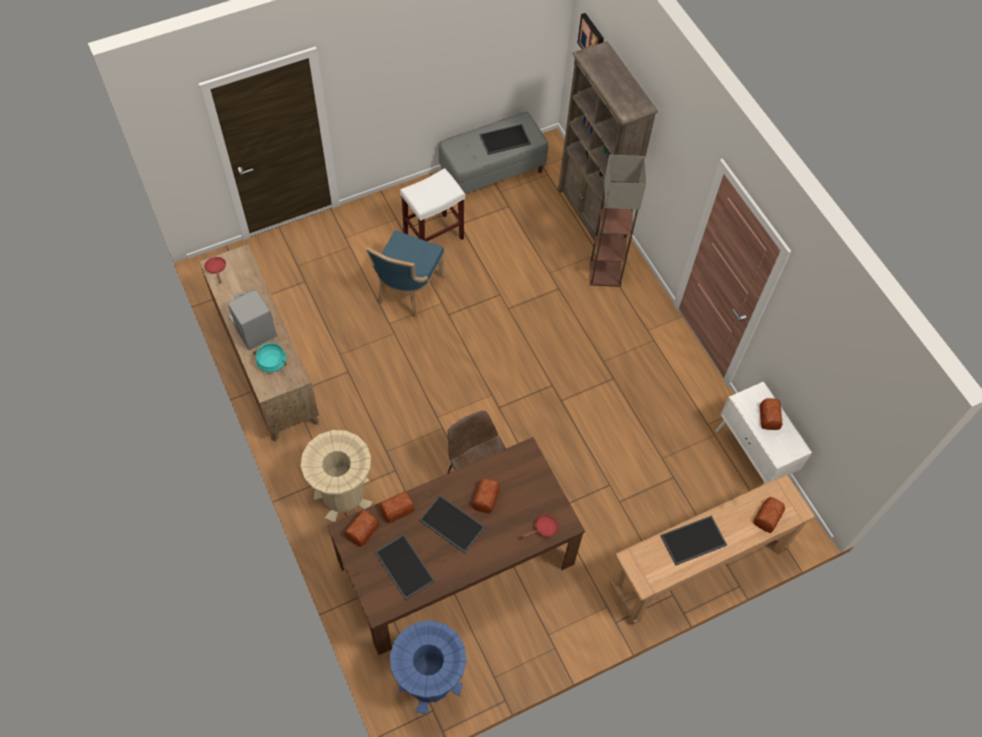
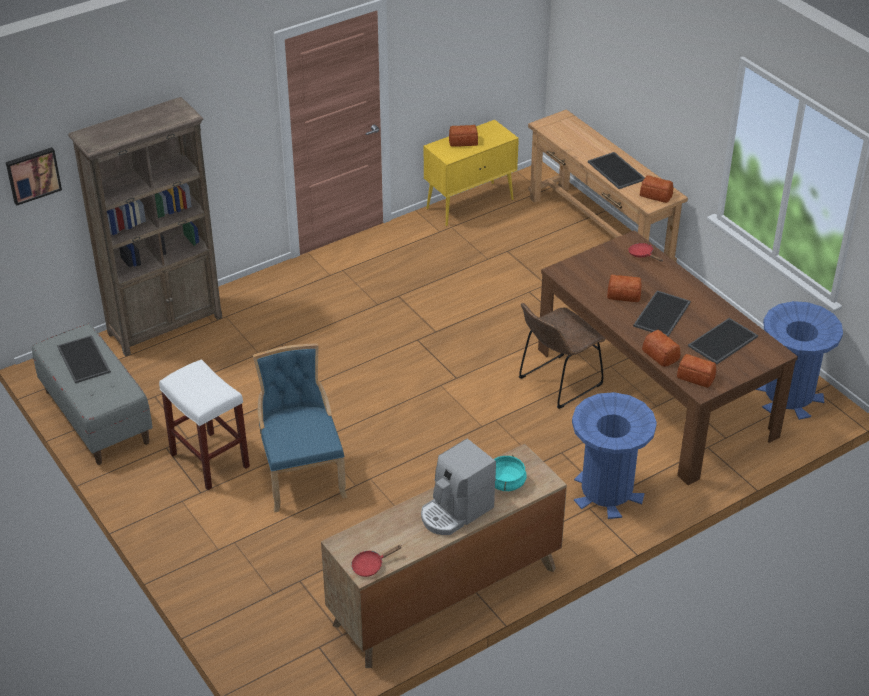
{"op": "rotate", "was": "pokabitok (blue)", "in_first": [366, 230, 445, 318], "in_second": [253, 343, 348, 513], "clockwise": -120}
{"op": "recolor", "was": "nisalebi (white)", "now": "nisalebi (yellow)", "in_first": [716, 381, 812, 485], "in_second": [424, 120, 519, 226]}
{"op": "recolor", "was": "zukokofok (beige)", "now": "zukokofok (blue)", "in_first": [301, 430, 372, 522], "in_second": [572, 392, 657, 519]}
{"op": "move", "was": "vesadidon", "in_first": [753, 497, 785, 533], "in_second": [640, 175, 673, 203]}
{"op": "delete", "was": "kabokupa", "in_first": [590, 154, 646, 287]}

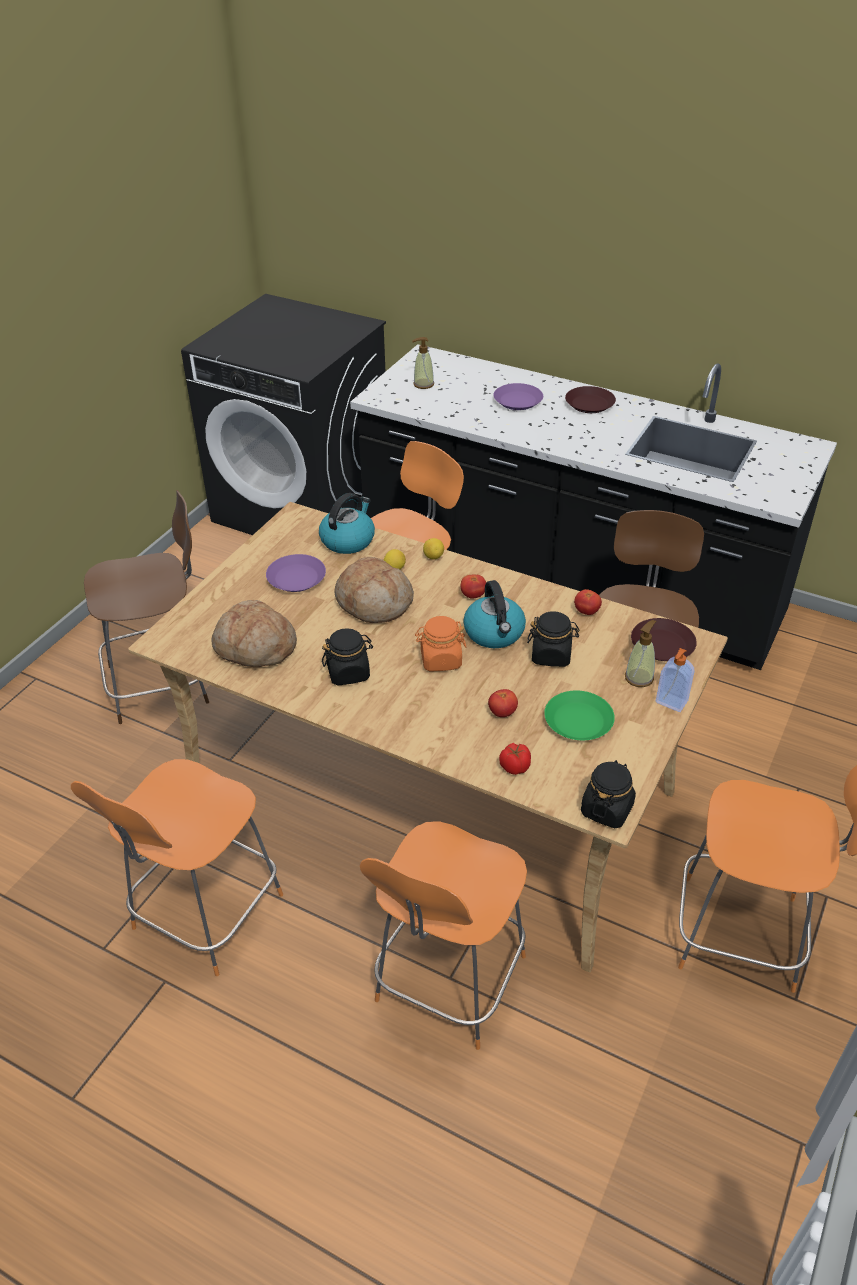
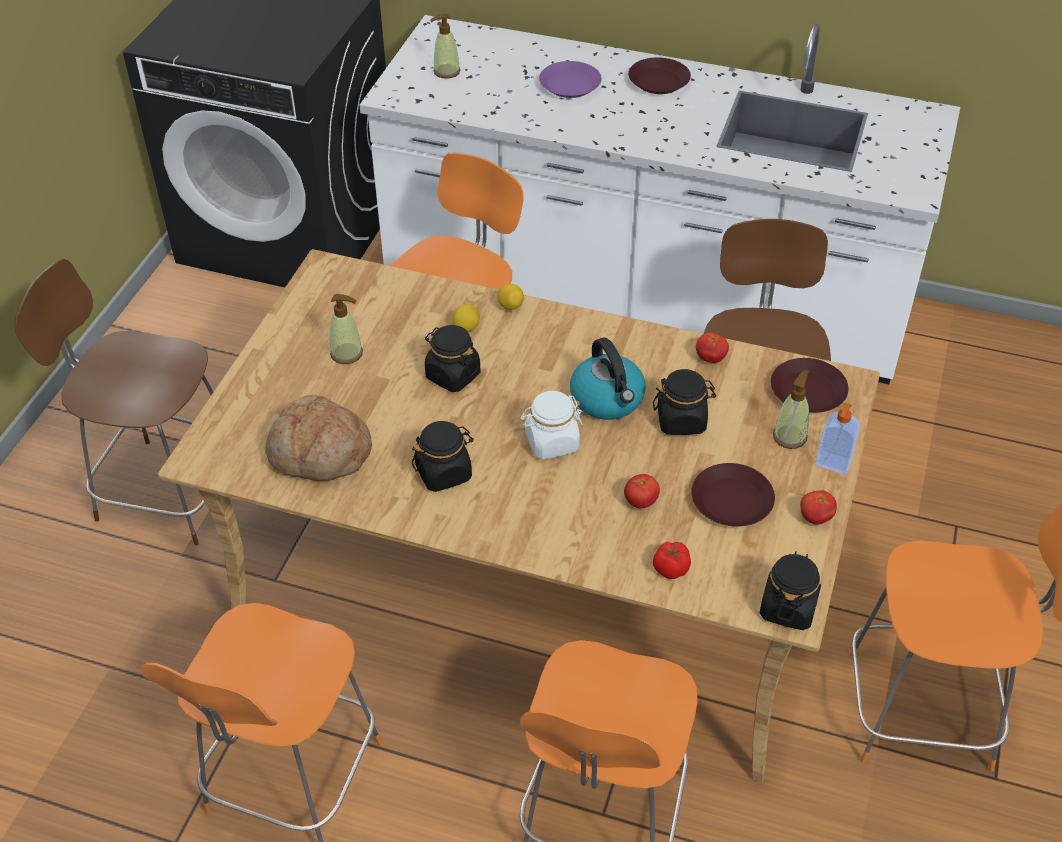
{"op": "rotate", "was": "pokabitok (brown)", "in_first": [84, 490, 209, 724], "in_second": [14, 259, 213, 545], "clockwise": -135}
{"op": "replace", "was": "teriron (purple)", "now": "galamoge", "in_first": [266, 554, 326, 592], "in_second": [330, 294, 363, 364]}
{"op": "recolor", "was": "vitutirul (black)", "now": "vitutirul (white)", "in_first": [350, 344, 837, 670], "in_second": [359, 15, 960, 384]}
{"op": "replace", "was": "vesadidon", "now": "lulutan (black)", "in_first": [334, 557, 414, 623], "in_second": [425, 325, 480, 392]}
{"op": "recolor", "was": "lulutan (orange)", "now": "lulutan (white)", "in_first": [415, 616, 466, 671], "in_second": [521, 391, 583, 460]}
{"op": "recolor", "was": "teriron (green)", "now": "teriron (brown)", "in_first": [544, 690, 615, 740], "in_second": [691, 463, 775, 527]}
{"op": "move", "was": "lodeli", "in_first": [461, 574, 486, 599], "in_second": [800, 491, 837, 525]}
{"op": "delete", "was": "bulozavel", "in_first": [319, 493, 375, 554]}

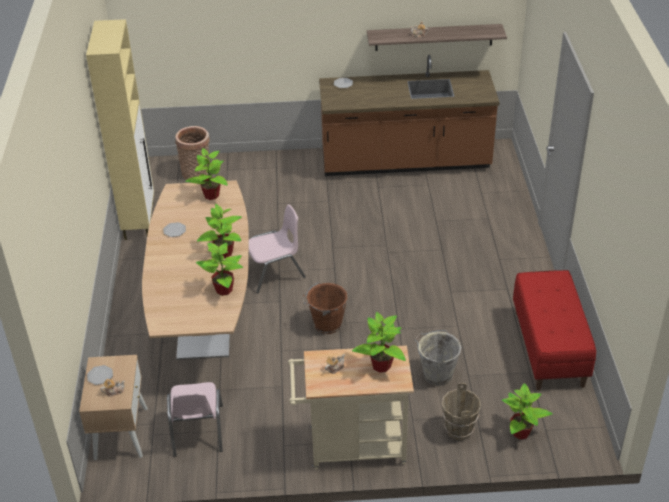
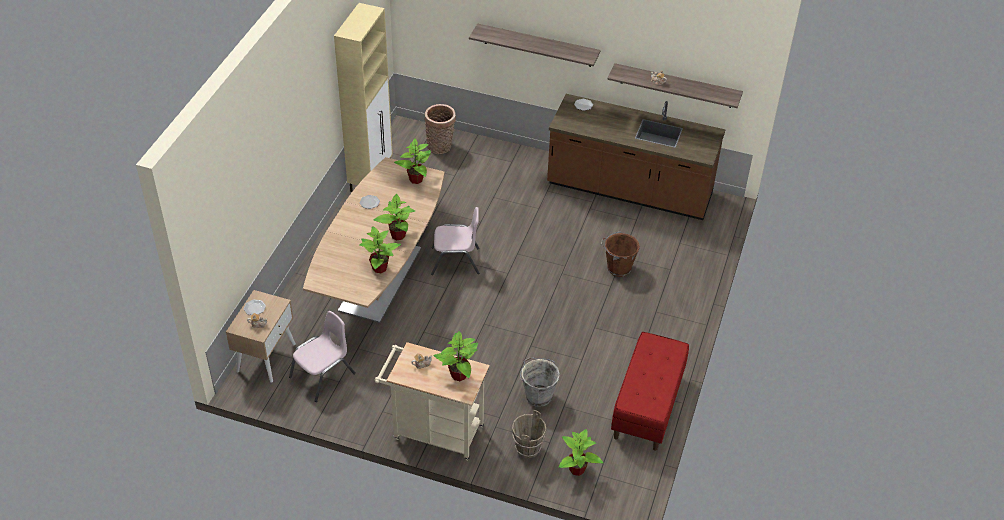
{"op": "rotate", "was": "pokabitok (pink)", "in_first": [167, 382, 223, 457], "in_second": [289, 311, 356, 402], "clockwise": -150}
{"op": "insert", "now": "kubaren", "in_second": [469, 24, 601, 67]}
{"op": "move", "was": "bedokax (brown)", "in_first": [302, 283, 347, 334], "in_second": [601, 232, 640, 277]}

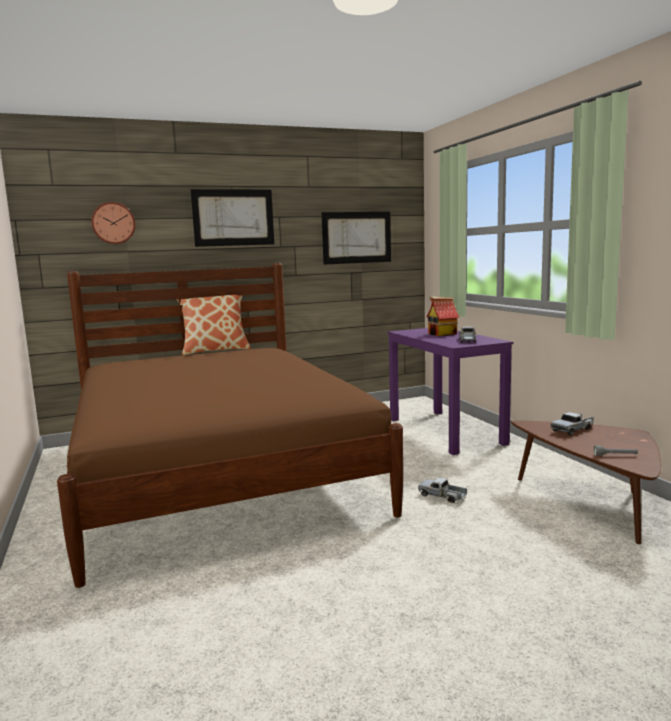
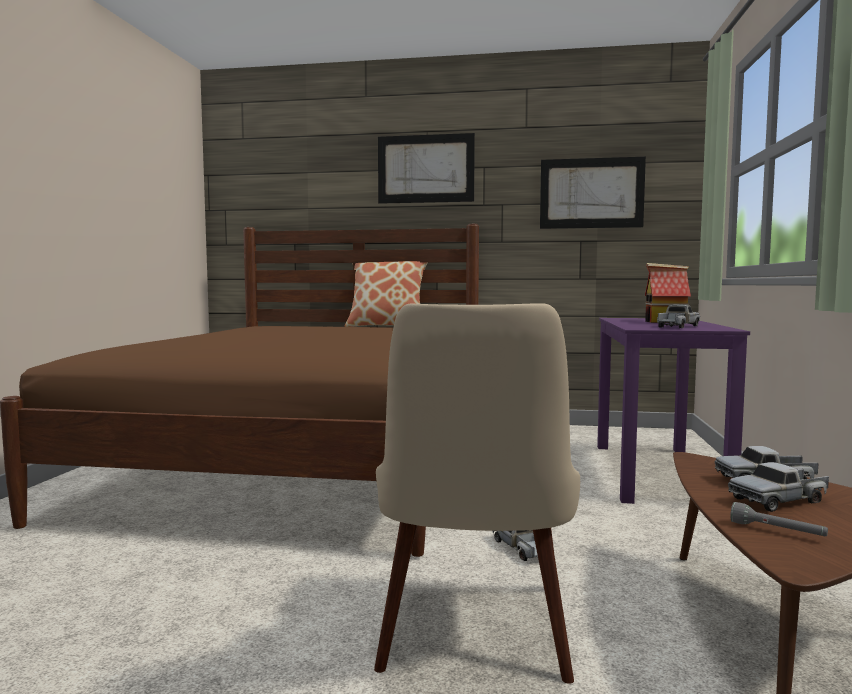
{"op": "insert", "now": "pokabitok (beige)", "in_second": [374, 303, 580, 684]}
{"op": "insert", "now": "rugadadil", "in_second": [728, 462, 829, 512]}
{"op": "delete", "was": "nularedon", "in_first": [91, 202, 135, 244]}

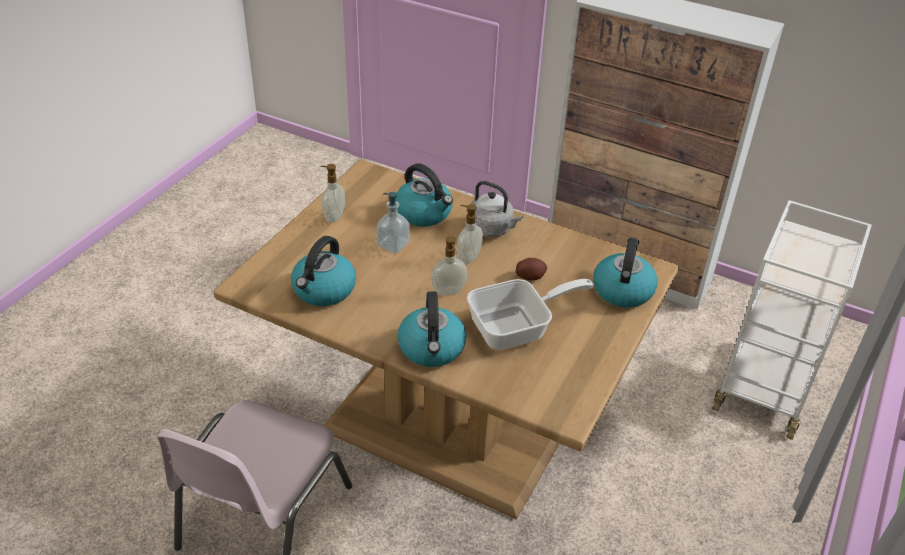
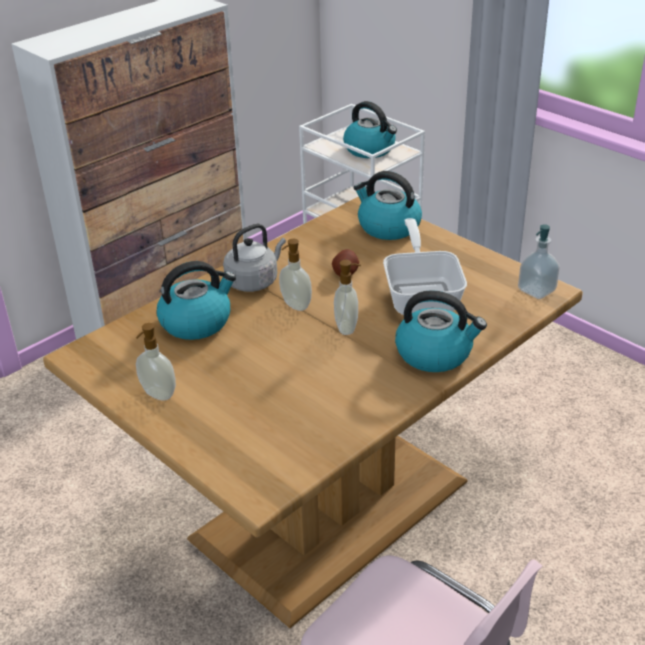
{"op": "move", "was": "bulozavel", "in_first": [291, 236, 356, 306], "in_second": [343, 101, 397, 158]}
{"op": "move", "was": "galamoge", "in_first": [376, 192, 409, 254], "in_second": [518, 224, 560, 299]}

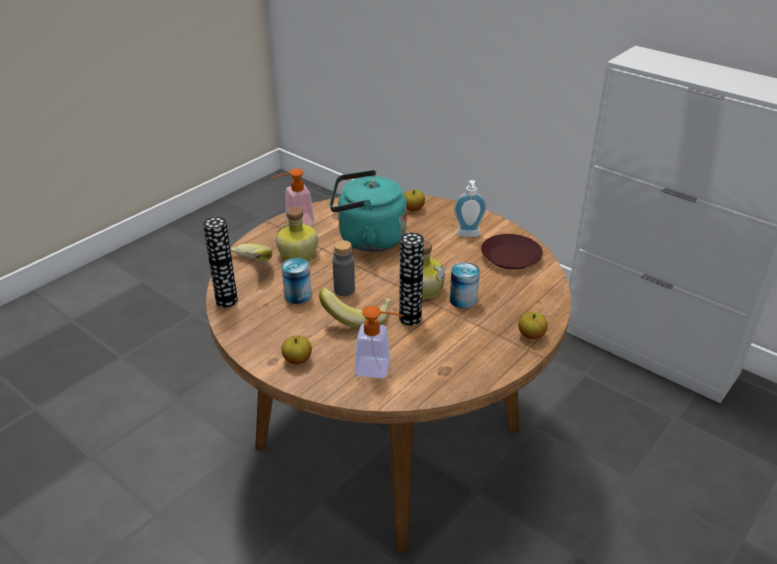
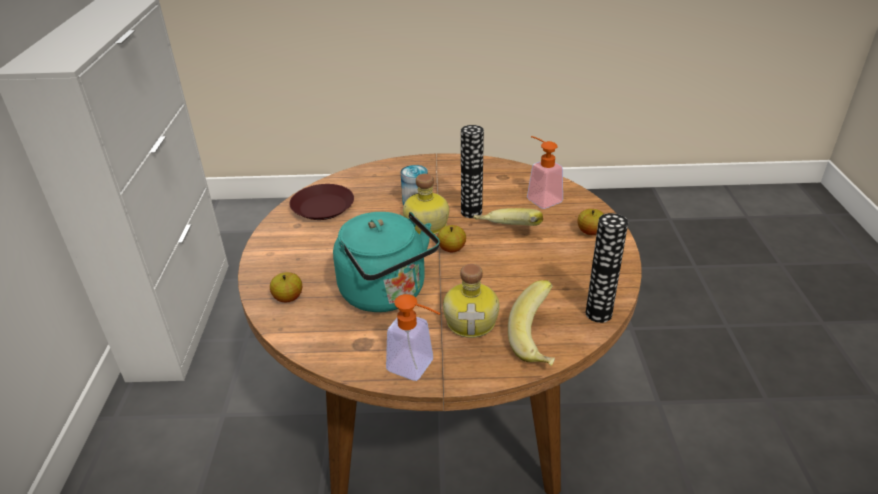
{"op": "move", "was": "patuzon", "in_first": [518, 312, 548, 339], "in_second": [437, 225, 466, 252]}
{"op": "delete", "was": "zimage", "in_first": [281, 258, 312, 304]}
{"op": "delete", "was": "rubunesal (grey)", "in_first": [333, 240, 355, 296]}
{"op": "delete", "was": "galamoge", "in_first": [454, 180, 487, 237]}

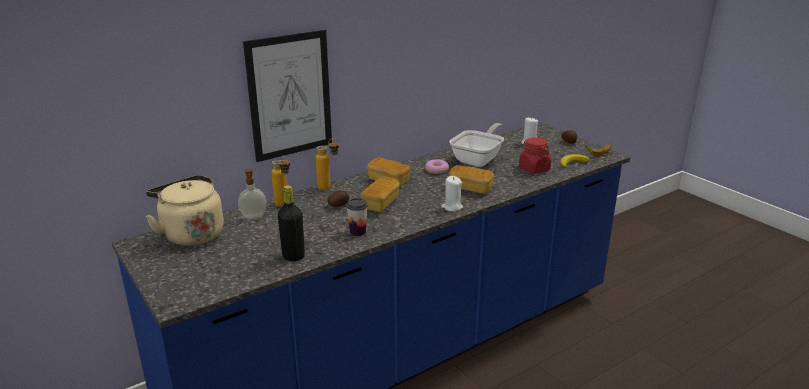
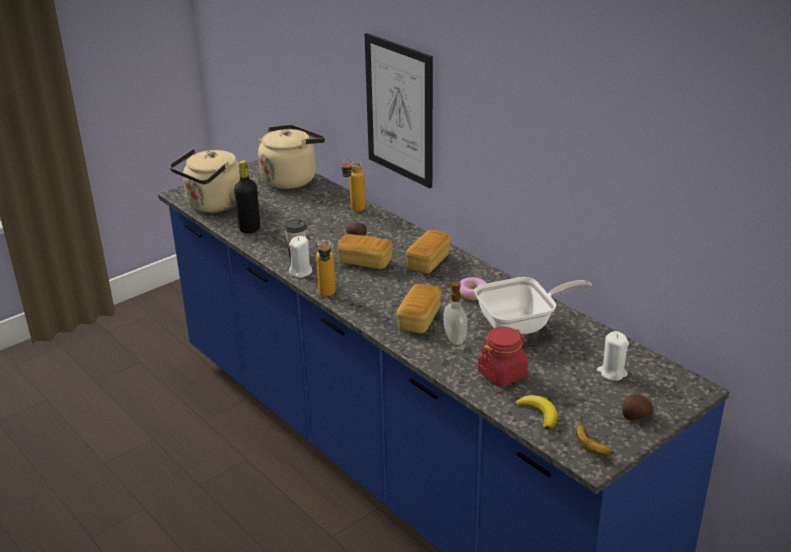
{"op": "insert", "now": "bulozavel (beige)", "in_second": [170, 149, 240, 213]}
{"op": "move", "was": "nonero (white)", "in_first": [441, 176, 463, 212], "in_second": [289, 236, 312, 278]}
{"op": "move", "was": "rubunesal", "in_first": [316, 138, 340, 190], "in_second": [316, 239, 336, 296]}
{"op": "move", "was": "galamoge", "in_first": [238, 169, 267, 219], "in_second": [443, 281, 467, 345]}
{"op": "rotate", "was": "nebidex", "in_first": [449, 123, 504, 167], "in_second": [474, 277, 592, 335], "clockwise": -45}

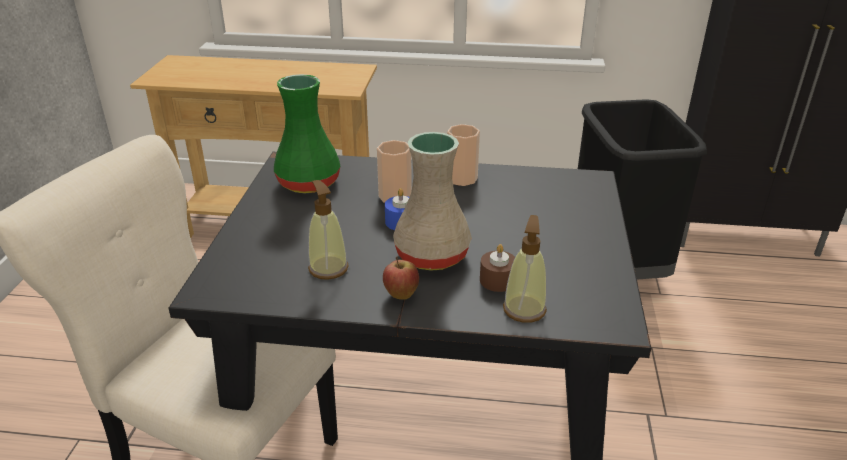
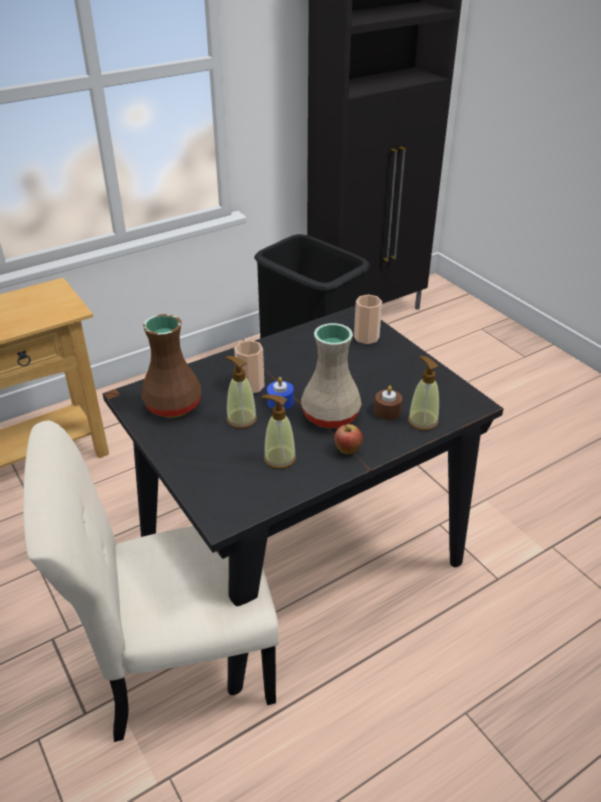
{"op": "recolor", "was": "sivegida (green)", "now": "sivegida (brown)", "in_first": [274, 74, 340, 193], "in_second": [141, 314, 201, 418]}
{"op": "insert", "now": "galamoge", "in_second": [225, 356, 257, 429]}
{"op": "move", "was": "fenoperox", "in_first": [447, 124, 480, 186], "in_second": [354, 294, 382, 344]}

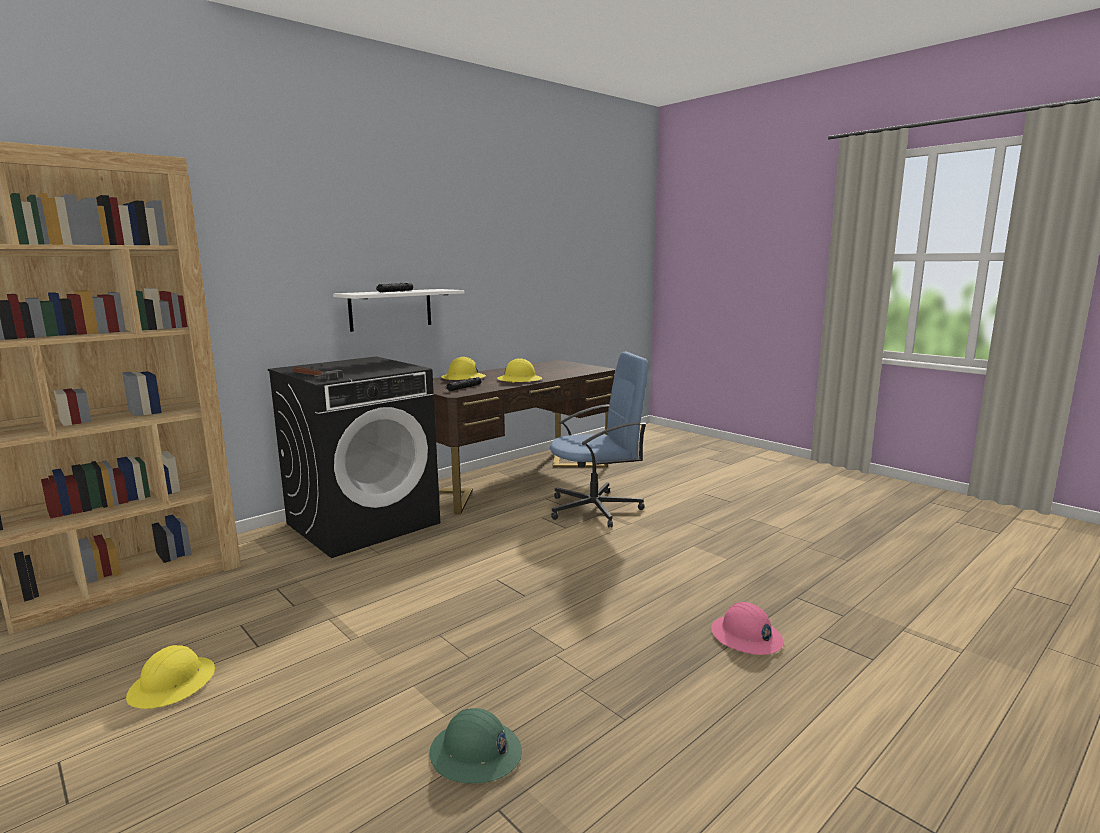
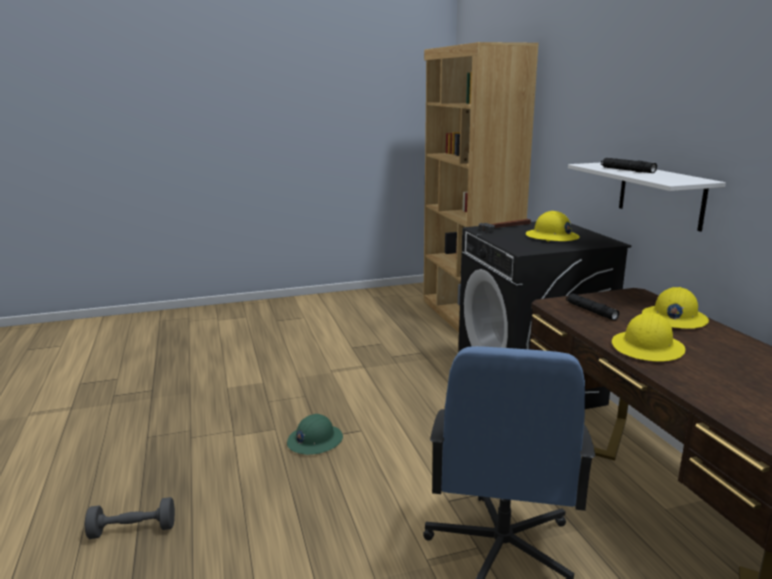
{"op": "replace", "was": "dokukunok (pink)", "now": "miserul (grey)", "in_first": [711, 602, 783, 655], "in_second": [85, 497, 175, 539]}
{"op": "move", "was": "dokukunok (green)", "in_first": [430, 708, 522, 783], "in_second": [287, 414, 343, 455]}
{"op": "move", "was": "dokukunok (yellow)", "in_first": [126, 645, 215, 709], "in_second": [526, 211, 580, 242]}

